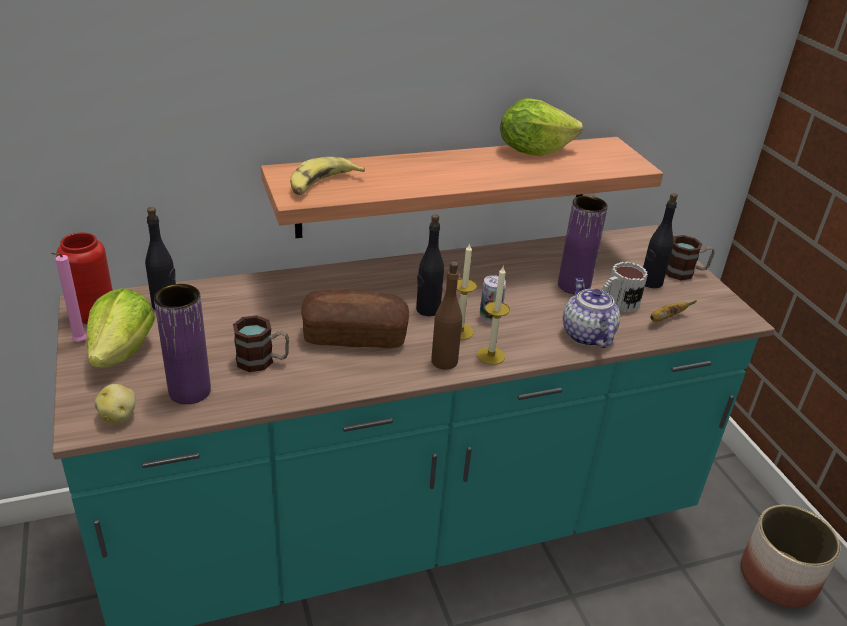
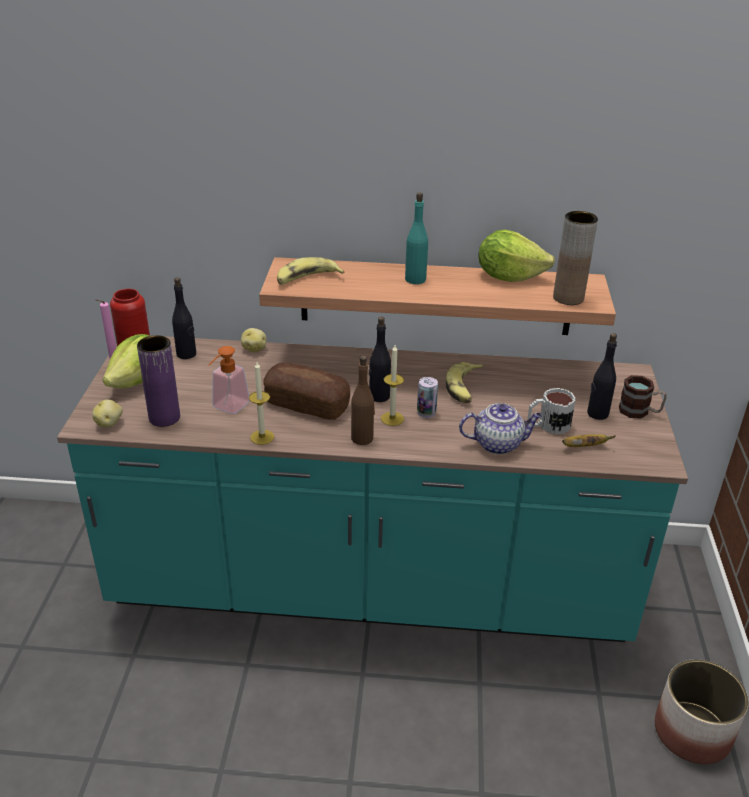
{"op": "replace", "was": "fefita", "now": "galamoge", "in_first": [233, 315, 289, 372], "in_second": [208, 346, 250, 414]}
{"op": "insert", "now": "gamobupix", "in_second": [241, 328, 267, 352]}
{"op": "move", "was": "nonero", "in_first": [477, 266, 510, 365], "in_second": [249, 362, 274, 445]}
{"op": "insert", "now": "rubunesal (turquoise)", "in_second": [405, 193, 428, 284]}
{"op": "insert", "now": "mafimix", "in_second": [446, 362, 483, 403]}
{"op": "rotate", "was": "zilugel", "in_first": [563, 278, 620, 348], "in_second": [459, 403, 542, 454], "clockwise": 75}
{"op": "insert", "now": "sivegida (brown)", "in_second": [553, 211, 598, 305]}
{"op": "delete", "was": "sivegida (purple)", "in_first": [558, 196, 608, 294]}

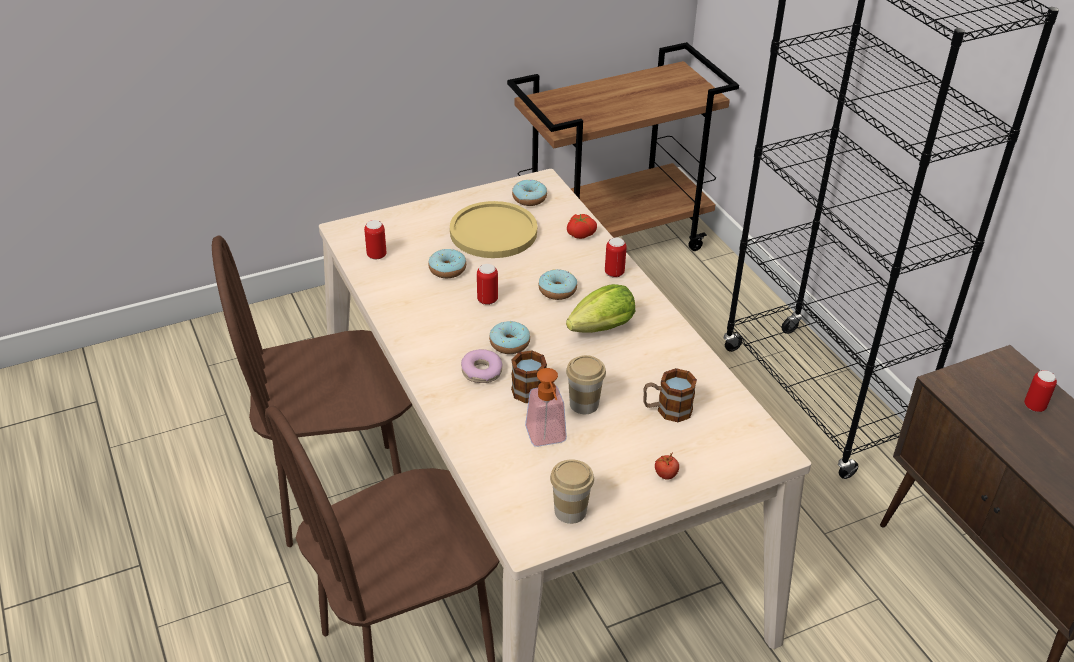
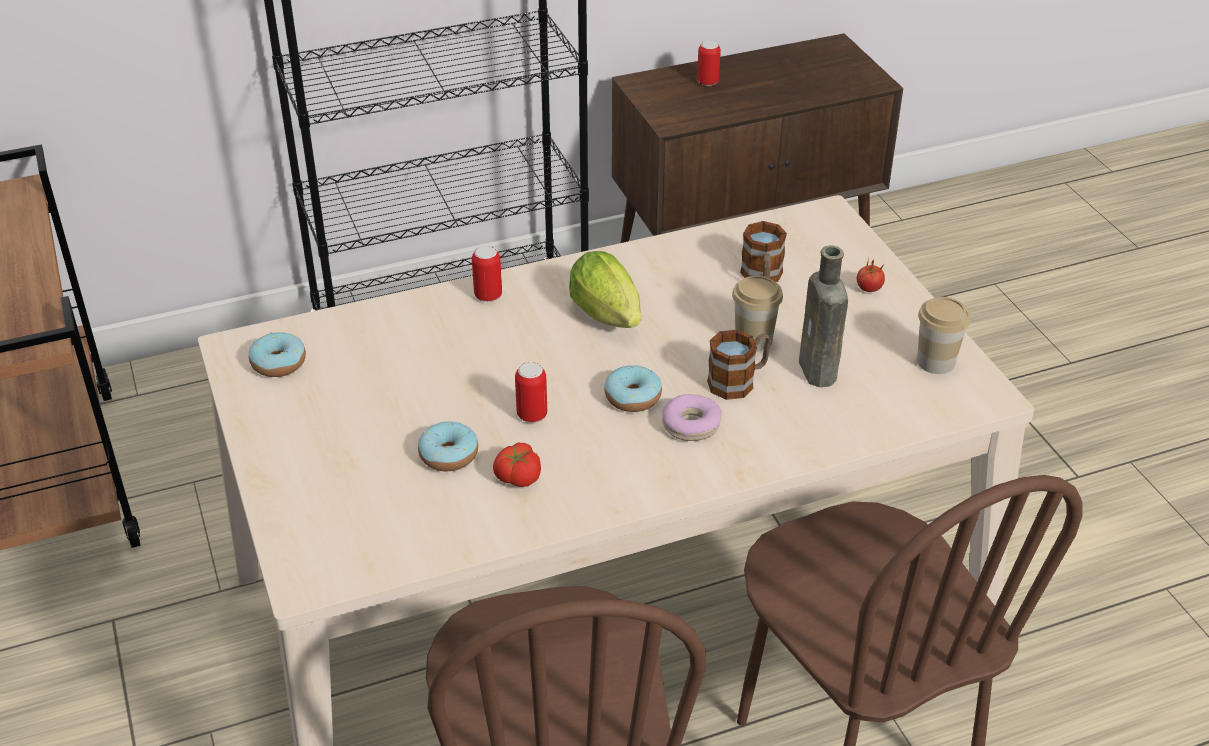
{"op": "move", "was": "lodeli", "in_first": [567, 214, 597, 239], "in_second": [493, 443, 541, 487]}
{"op": "replace", "was": "galamoge", "now": "rubunesal (brown)", "in_first": [525, 368, 567, 447], "in_second": [799, 246, 848, 387]}
{"op": "delete", "was": "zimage", "in_first": [364, 220, 386, 259]}
{"op": "delete", "was": "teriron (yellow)", "in_first": [450, 201, 537, 258]}
{"op": "delete", "was": "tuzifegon", "in_first": [538, 269, 577, 300]}

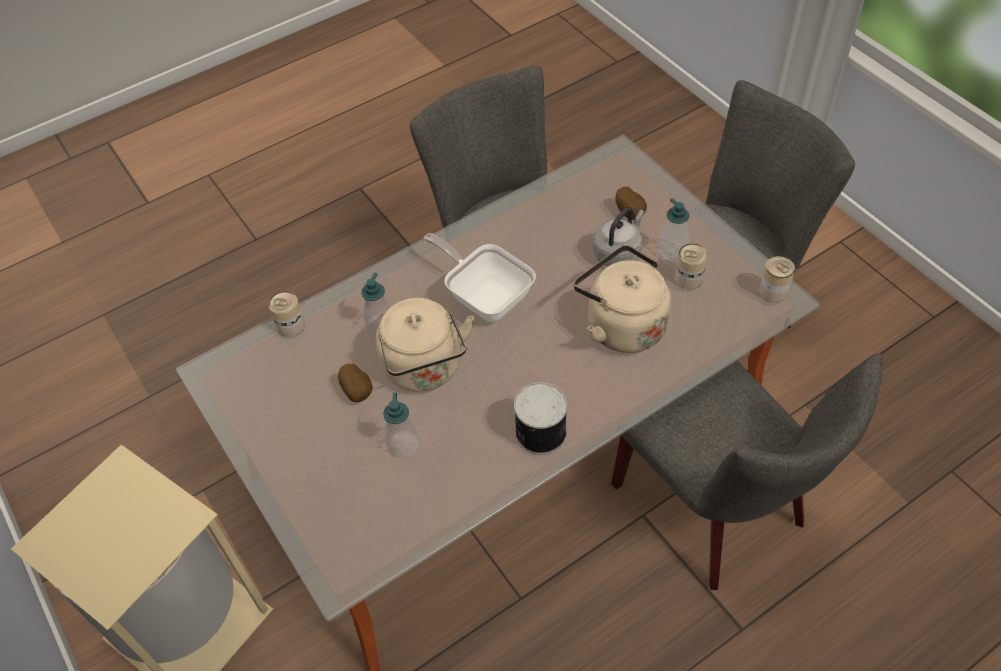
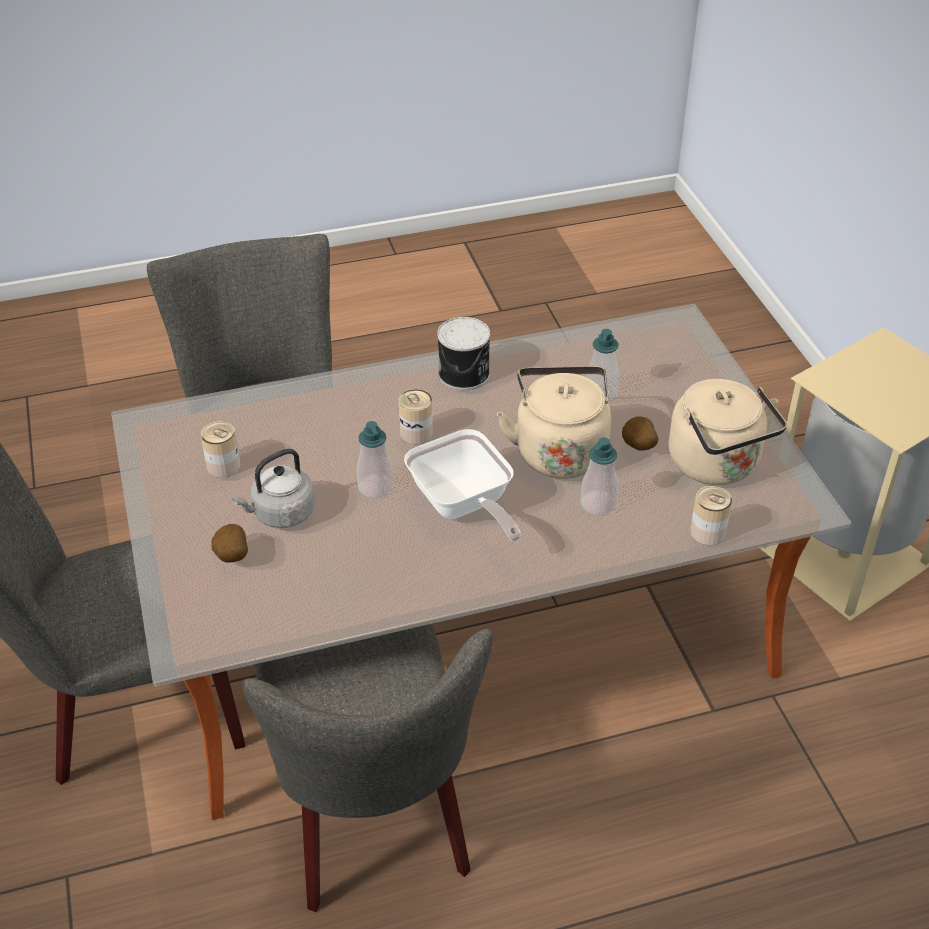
{"op": "move", "was": "galamoge", "in_first": [658, 198, 689, 262], "in_second": [357, 421, 394, 499]}
{"op": "move", "was": "zimage", "in_first": [759, 256, 795, 303], "in_second": [399, 389, 433, 444]}
{"op": "move", "was": "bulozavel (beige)", "in_first": [574, 245, 671, 353], "in_second": [669, 379, 787, 485]}

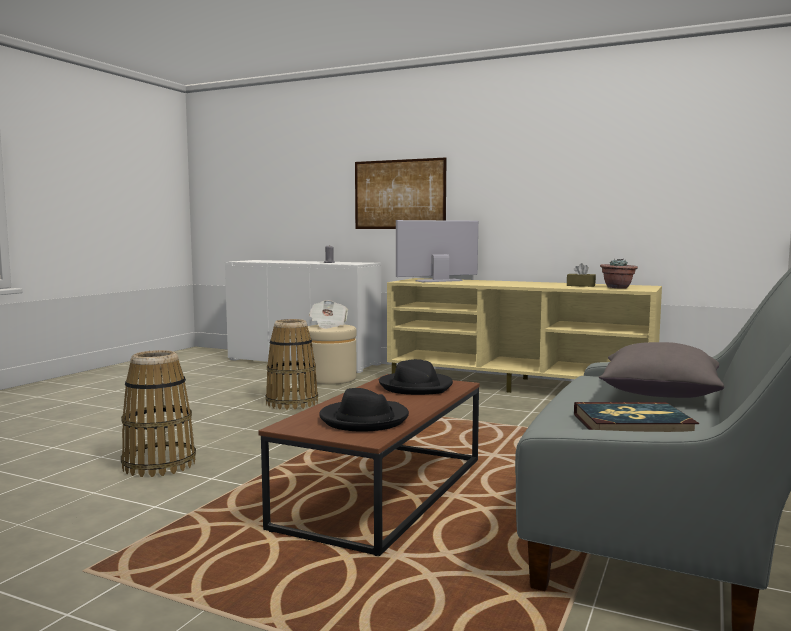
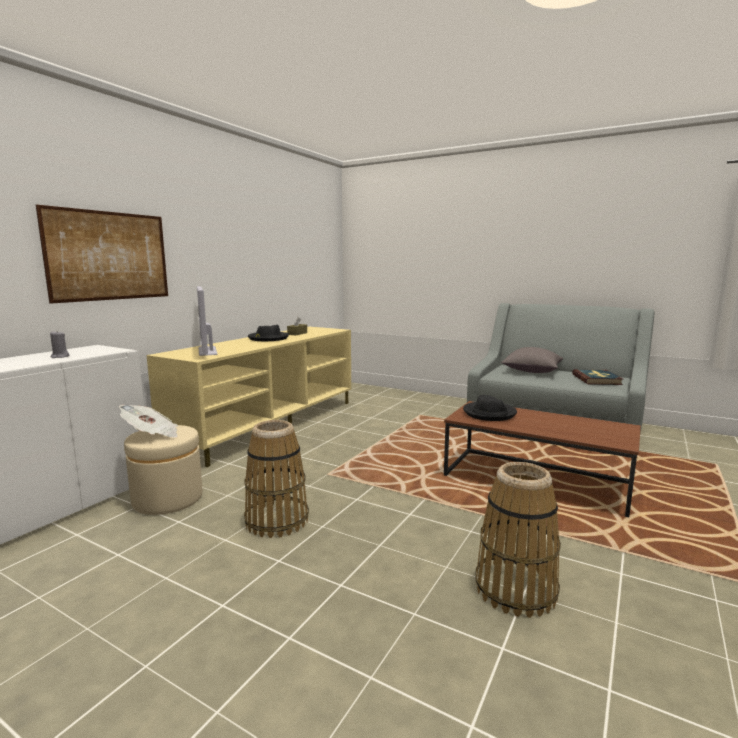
{"op": "move", "was": "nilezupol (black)", "in_first": [319, 388, 409, 432], "in_second": [248, 325, 289, 341]}
{"op": "delete", "was": "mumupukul", "in_first": [600, 259, 638, 289]}

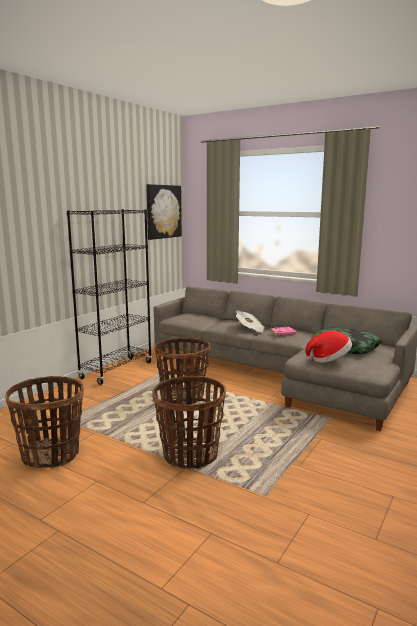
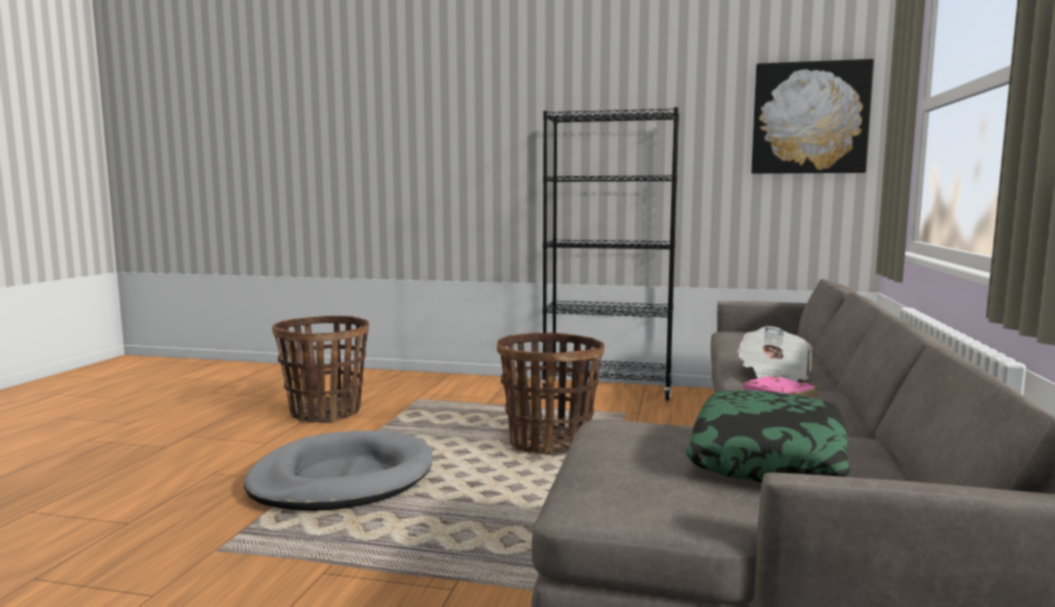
{"op": "replace", "was": "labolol", "now": "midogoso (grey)", "in_first": [152, 376, 226, 469], "in_second": [244, 431, 433, 511]}
{"op": "delete", "was": "nilezupol", "in_first": [305, 331, 352, 363]}

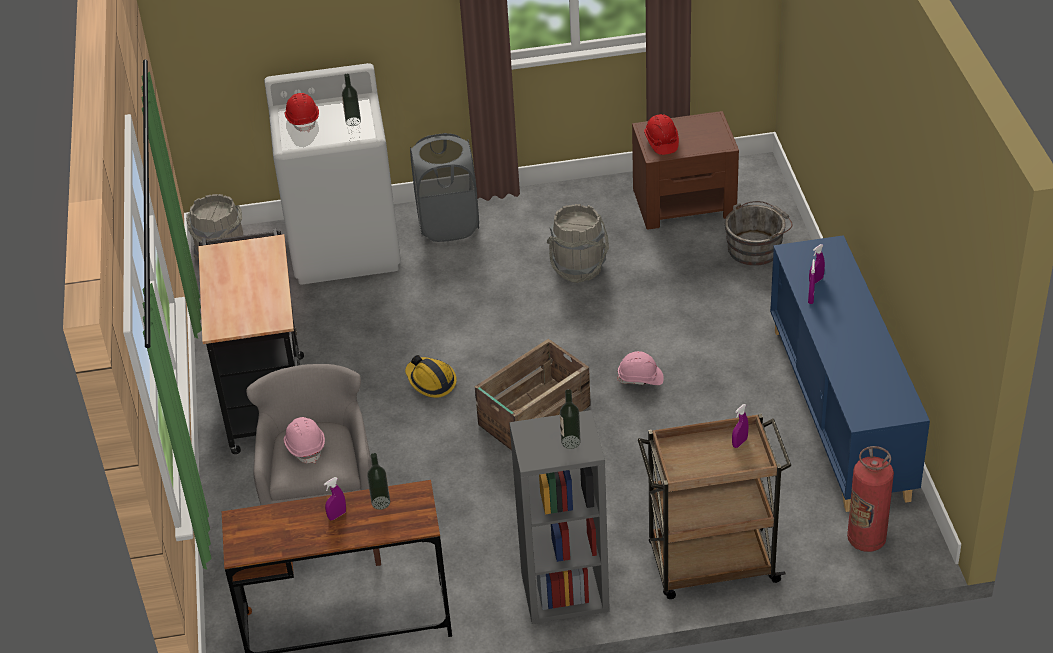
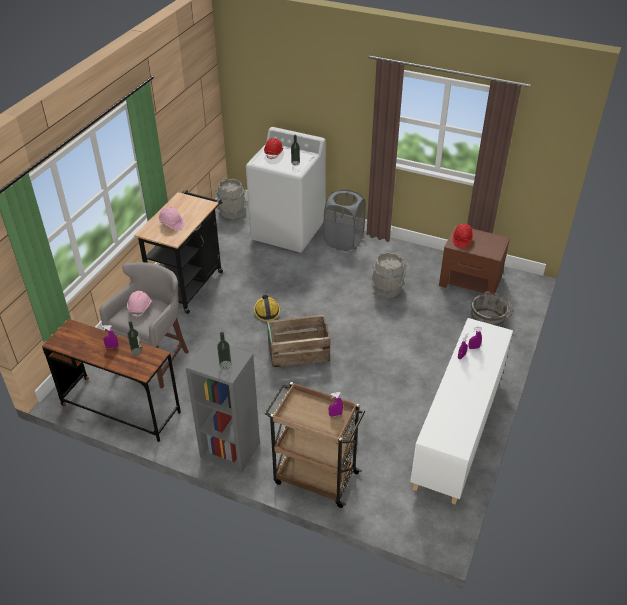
{"op": "move", "was": "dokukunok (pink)", "in_first": [617, 351, 664, 385], "in_second": [159, 207, 185, 231]}
{"op": "recolor", "was": "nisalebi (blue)", "now": "nisalebi (white)", "in_first": [770, 235, 930, 512], "in_second": [410, 318, 513, 504]}
{"op": "delete", "was": "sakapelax", "in_first": [847, 446, 894, 552]}

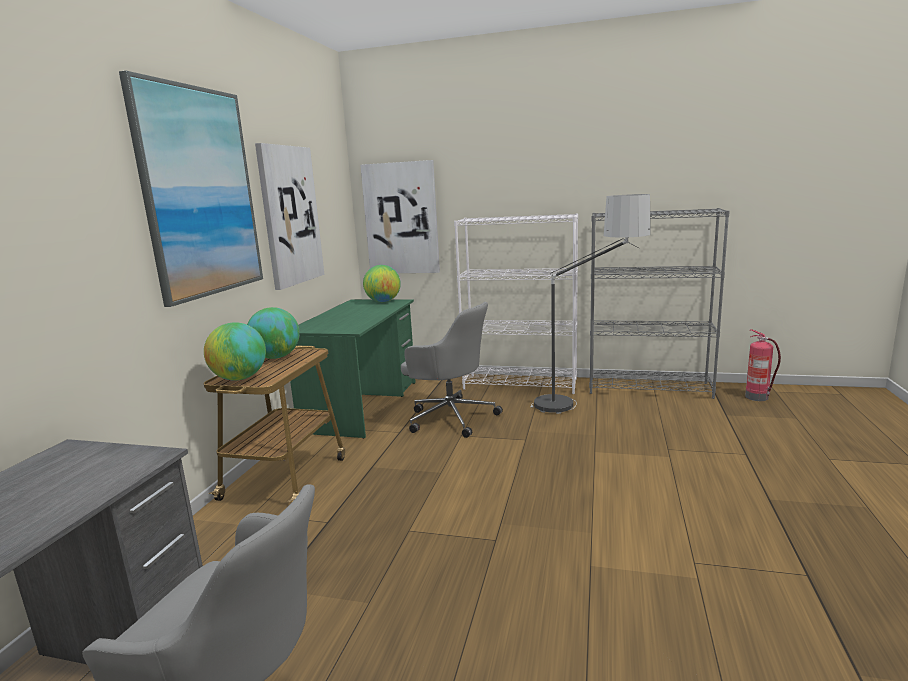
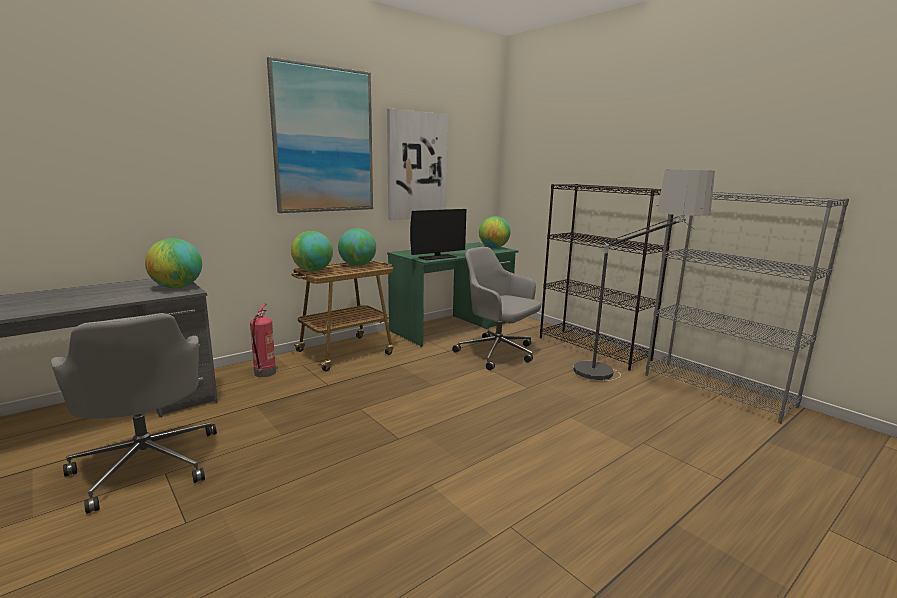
{"op": "insert", "now": "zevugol", "in_second": [145, 238, 202, 288]}
{"op": "move", "was": "sakapelax", "in_first": [745, 329, 781, 401], "in_second": [250, 304, 276, 377]}
{"op": "insert", "now": "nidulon", "in_second": [410, 209, 466, 260]}
{"op": "rotate", "was": "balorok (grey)", "in_first": [401, 302, 503, 438], "in_second": [452, 247, 541, 370], "clockwise": 150}
{"op": "recolor", "was": "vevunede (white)", "now": "vevunede (black)", "in_first": [454, 214, 578, 394], "in_second": [540, 184, 673, 371]}
{"op": "delete", "was": "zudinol", "in_first": [360, 160, 440, 273]}

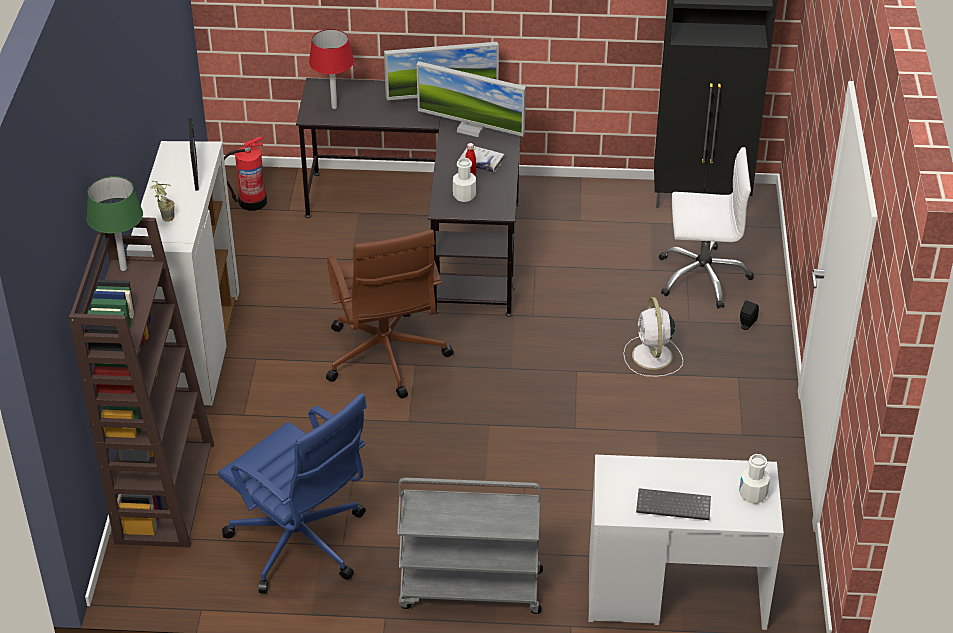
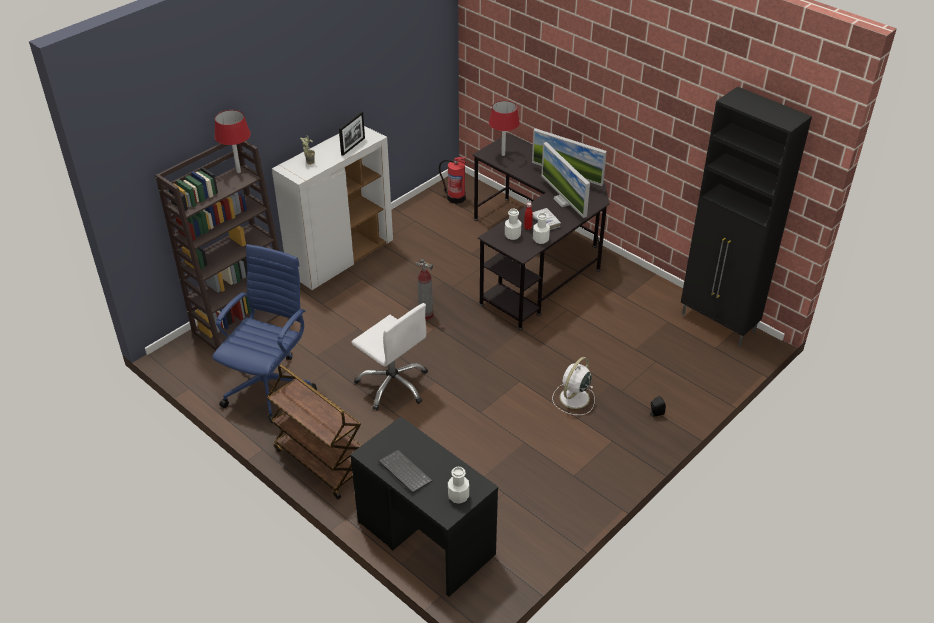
{"op": "rotate", "was": "balorok (blue)", "in_first": [218, 393, 367, 594], "in_second": [212, 244, 317, 423], "clockwise": -150}
{"op": "recolor", "was": "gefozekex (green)", "now": "gefozekex (red)", "in_first": [86, 176, 143, 271], "in_second": [214, 110, 251, 173]}
{"op": "recolor", "was": "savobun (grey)", "now": "savobun (brown)", "in_first": [397, 478, 543, 614], "in_second": [267, 364, 362, 499]}
{"op": "recolor", "was": "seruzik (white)", "now": "seruzik (black)", "in_first": [588, 455, 784, 630], "in_second": [350, 417, 498, 597]}
{"op": "move", "was": "balorok (white)", "in_first": [659, 147, 754, 309], "in_second": [352, 303, 428, 410]}
{"op": "replace", "was": "balorok (brown)", "now": "sakapelax", "in_first": [326, 229, 454, 399], "in_second": [415, 259, 433, 320]}
{"op": "insert", "now": "rubunesal (white)", "in_second": [533, 212, 550, 244]}

